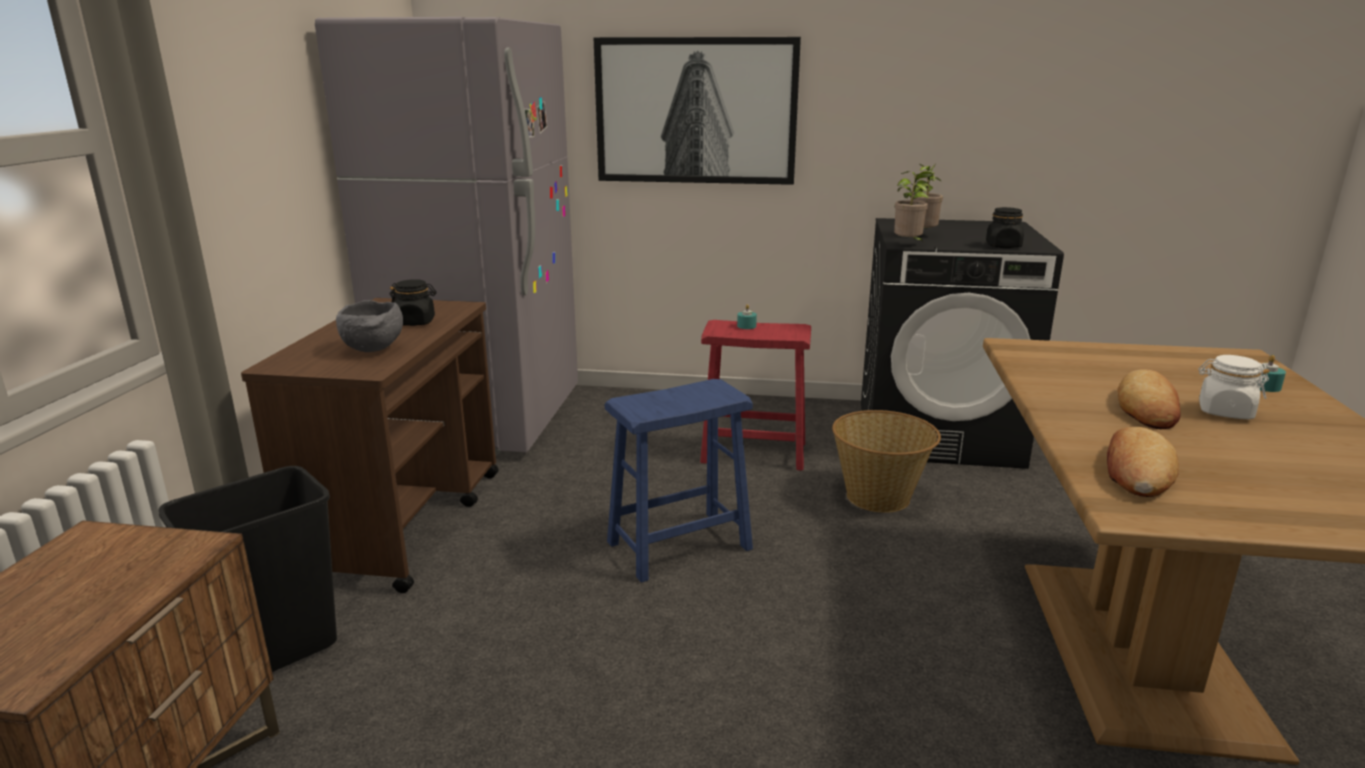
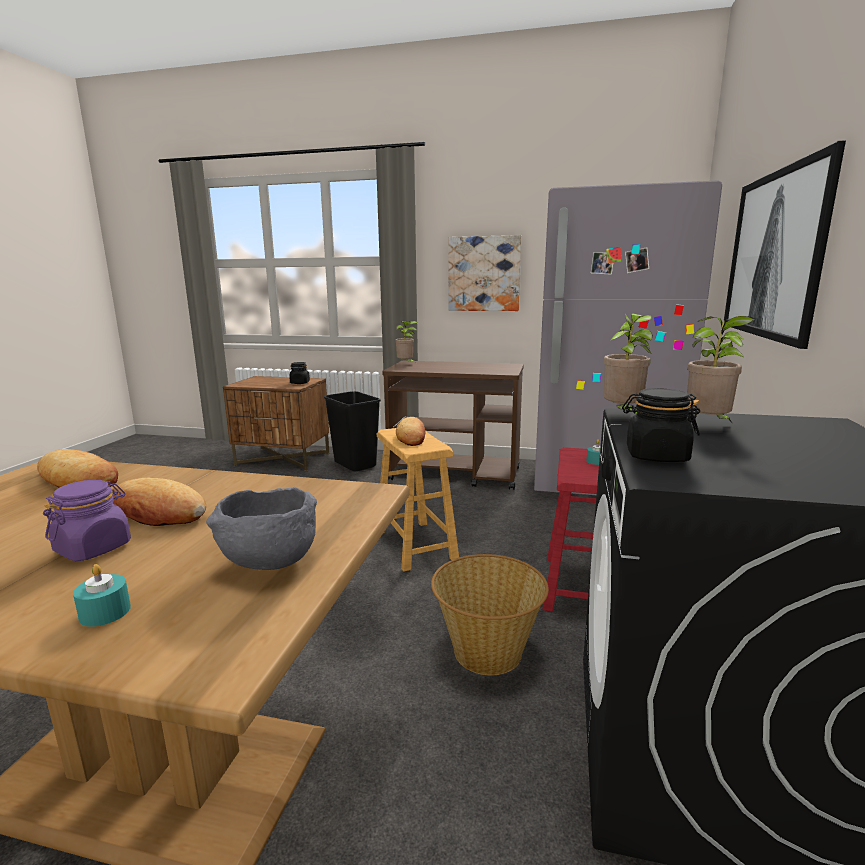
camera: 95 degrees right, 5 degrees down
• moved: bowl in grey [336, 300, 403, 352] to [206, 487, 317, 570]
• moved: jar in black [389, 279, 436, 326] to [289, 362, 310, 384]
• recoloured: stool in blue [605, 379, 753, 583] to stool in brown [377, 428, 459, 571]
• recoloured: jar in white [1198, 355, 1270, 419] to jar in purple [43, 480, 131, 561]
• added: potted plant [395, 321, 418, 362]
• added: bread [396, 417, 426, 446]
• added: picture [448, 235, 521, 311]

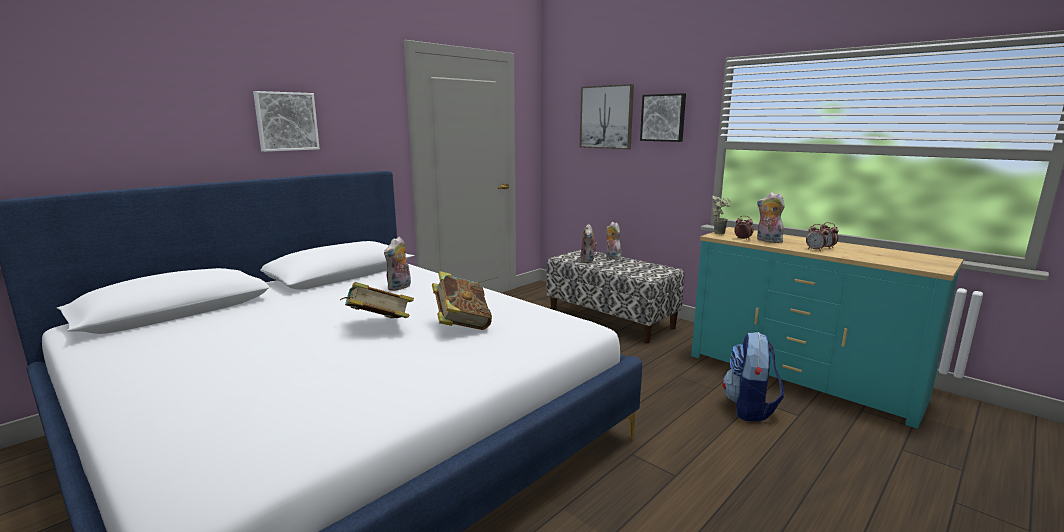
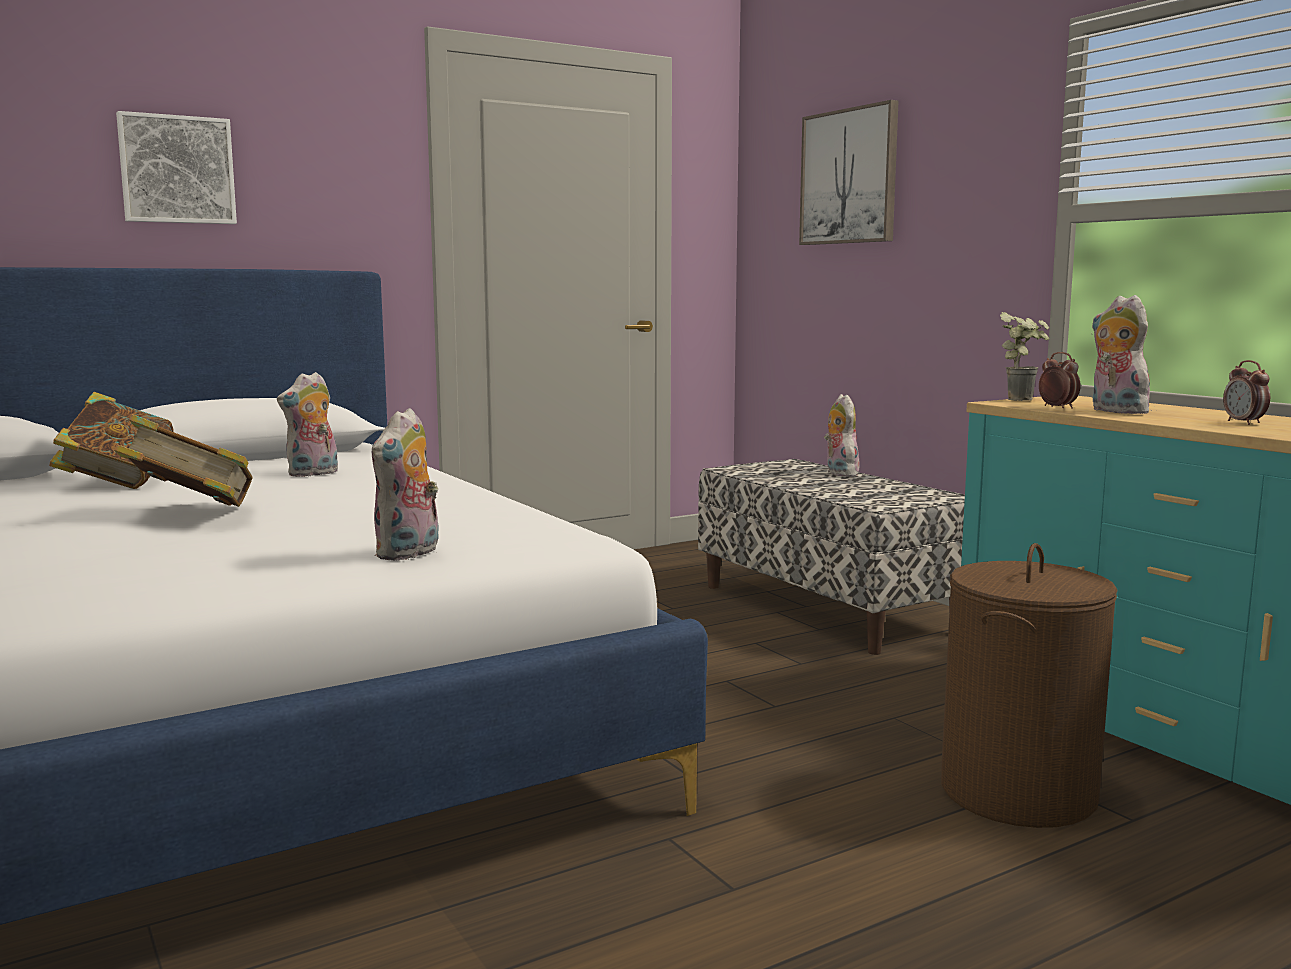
camera: 15 degrees right, 5 degrees down
• moved: book [432, 271, 492, 330] to [49, 392, 173, 489]
• moved: plush toy [580, 224, 597, 263] to [372, 408, 439, 561]
• removed: picture [640, 93, 686, 142]
• replaced: backpack [723, 332, 784, 421] to laundry basket in brown [941, 543, 1118, 828]
• removed: alarm clock [806, 224, 829, 251]

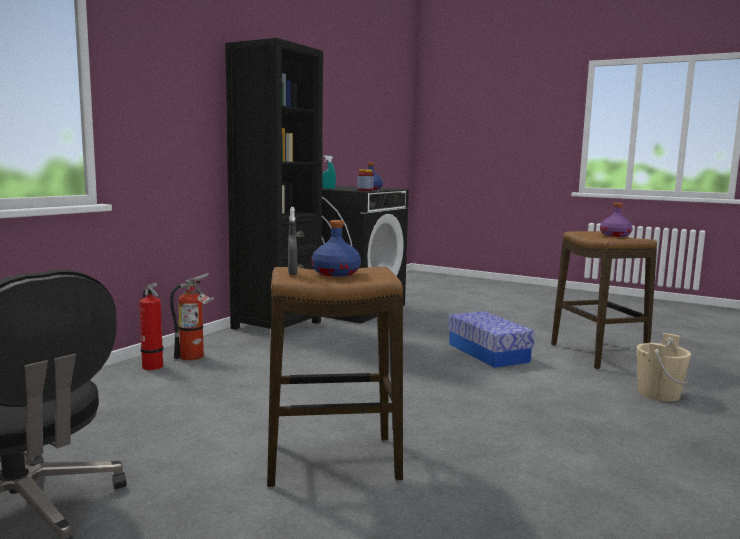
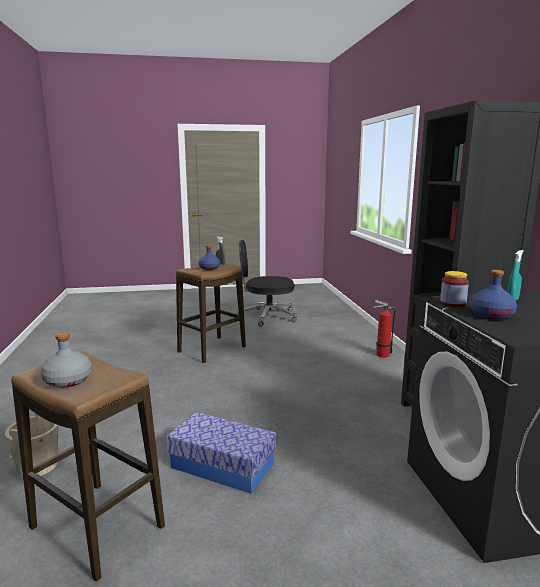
camera: 140 degrees right, 5 degrees up
• removed: fire extinguisher [170, 273, 214, 361]
• recoloured: bottle in purple [600, 203, 633, 237] to bottle in grey [41, 332, 92, 388]

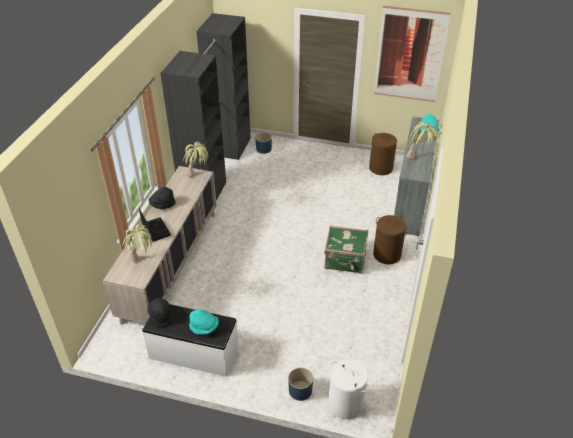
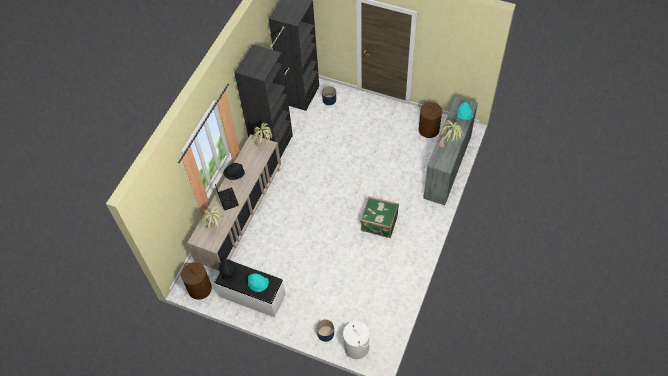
camera: 10 degrees right, 15 degrees up
• moved: laundry basket in brown [373, 215, 408, 264] to [181, 262, 212, 300]
• removed: picture [374, 6, 451, 102]

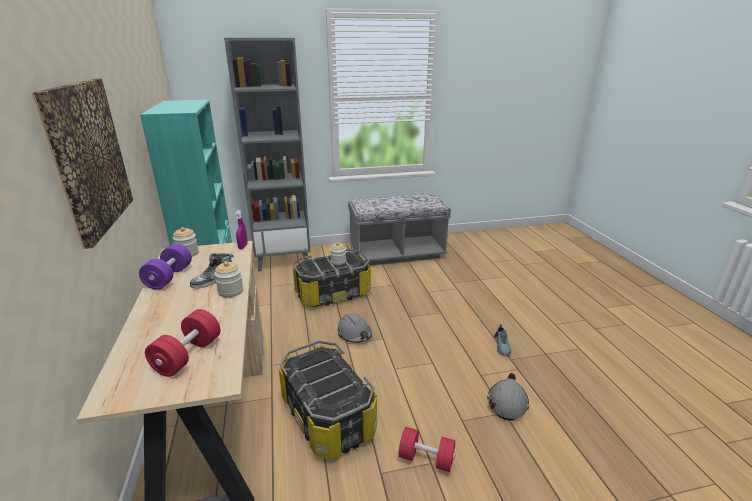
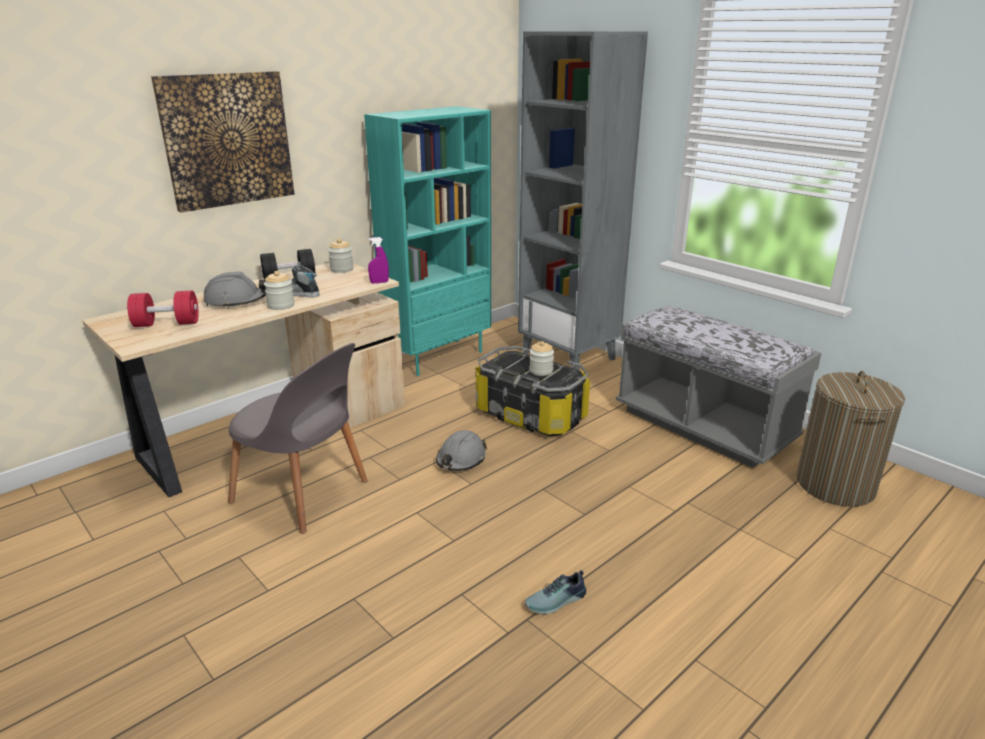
camera: 60 degrees right, 0 degrees up
• recoloured: dumbbell in purple [139, 243, 192, 290] to dumbbell in black [260, 249, 315, 281]
• replaced: storage box [279, 340, 377, 459] to chair in grey [228, 343, 368, 534]
• removed: dumbbell in red [399, 427, 455, 472]
• moved: hard hat in grey [487, 373, 529, 421] to [203, 272, 266, 308]
• added: laundry basket [796, 371, 905, 507]

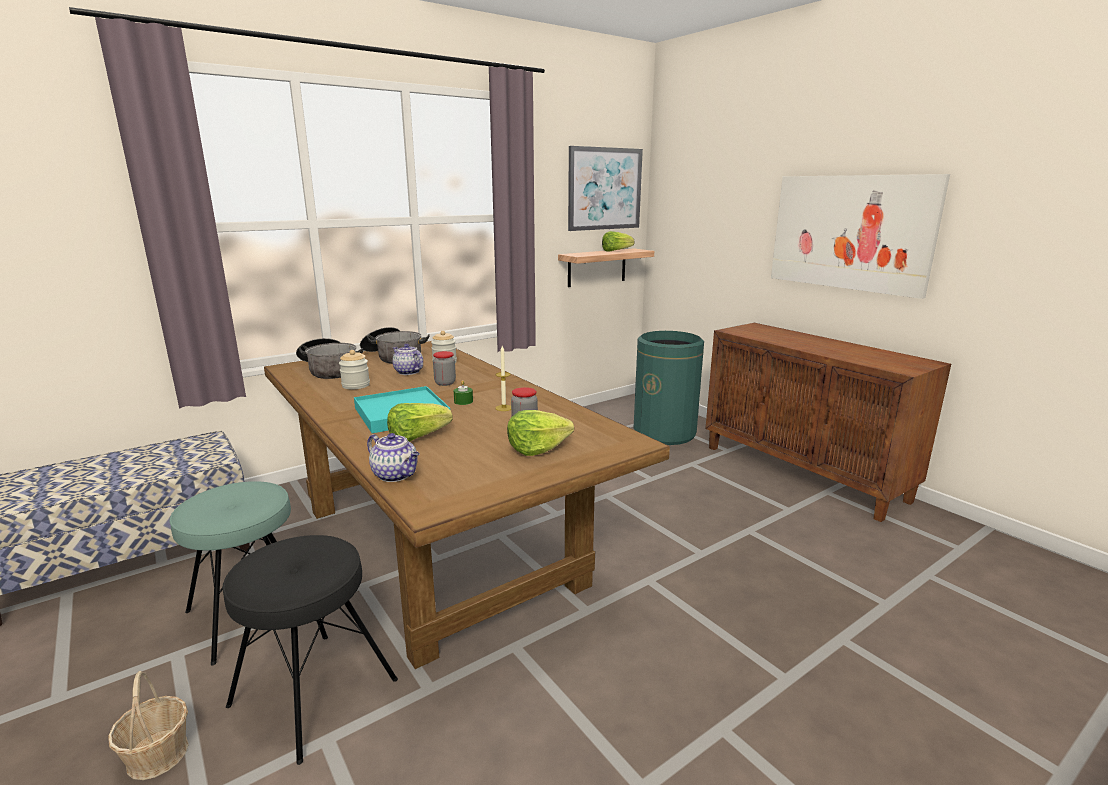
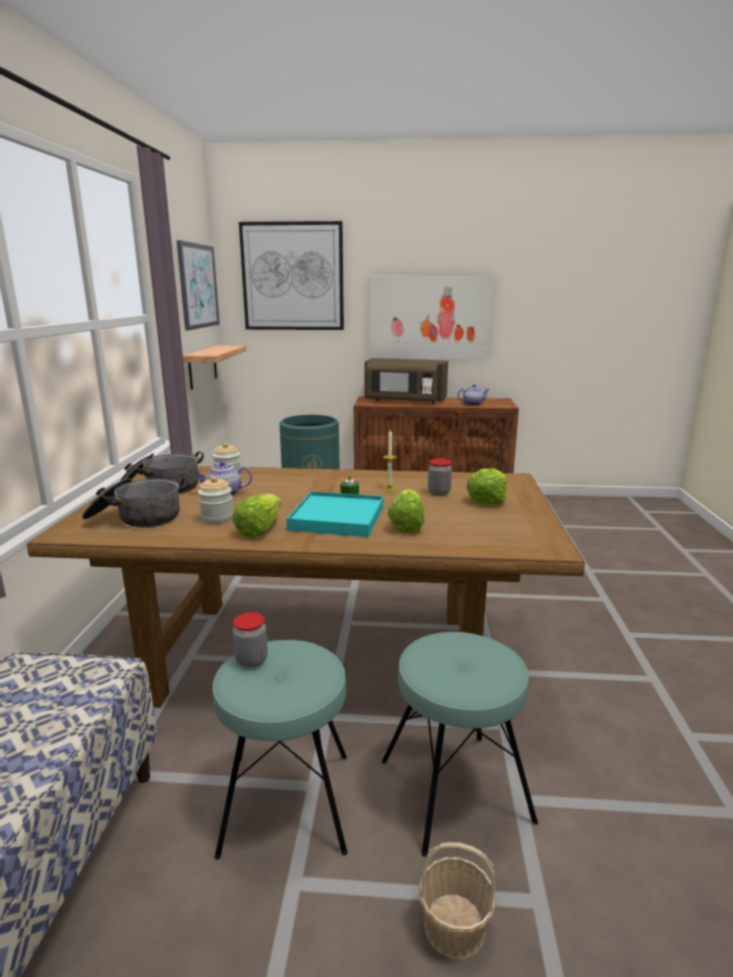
camera: 50 degrees left, 0 degrees up
• recoloured: stool in black [222, 535, 398, 765] to stool in turquoise [382, 632, 538, 857]
• moved: teapot [367, 433, 420, 482] to [457, 384, 489, 406]
• moved: jar [433, 351, 456, 386] to [233, 612, 268, 668]
• moved: lettuce [602, 231, 635, 252] to [232, 494, 282, 538]
• added: picture [239, 221, 344, 330]
• added: microwave in brown [364, 358, 448, 404]

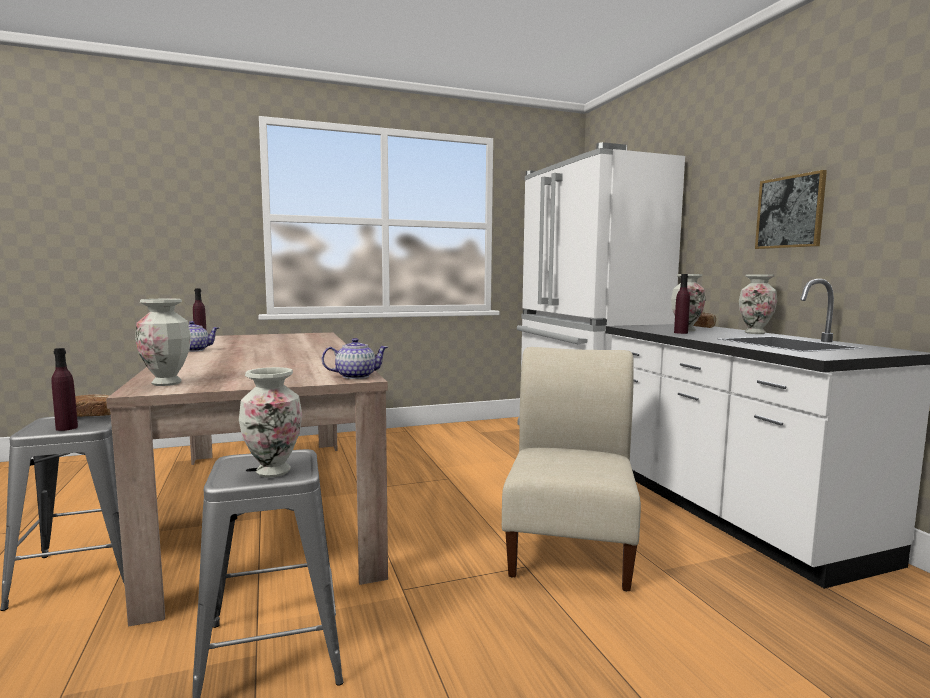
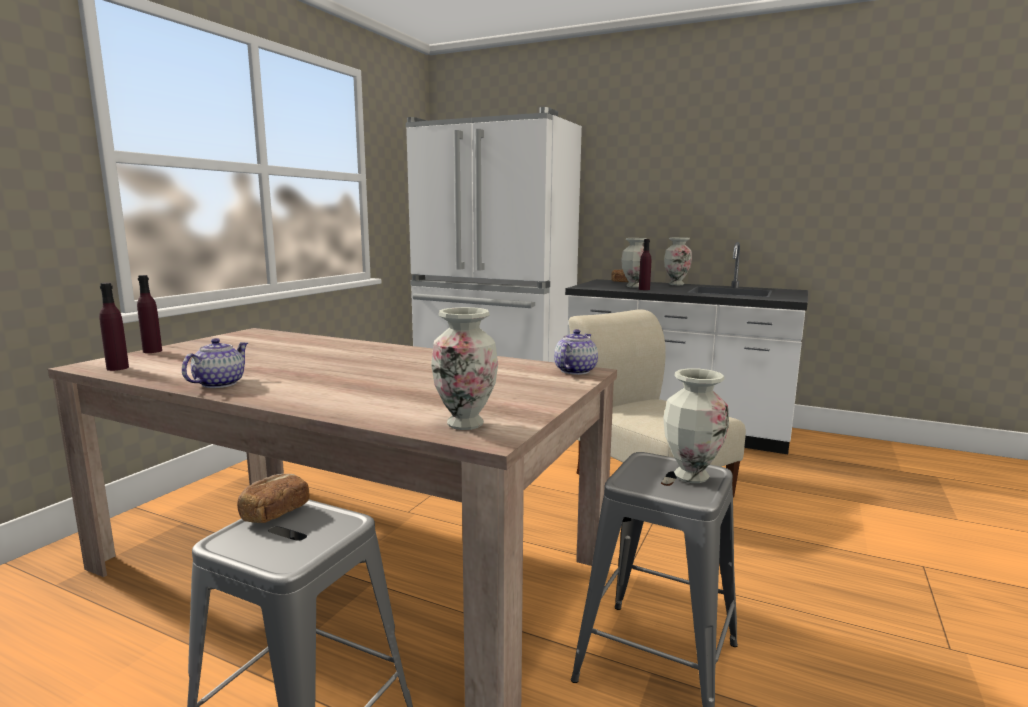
camera: 45 degrees left, 5 degrees up
• moved: bottle in purple [51, 348, 78, 431] to [137, 275, 162, 353]
• removed: picture [755, 170, 827, 249]

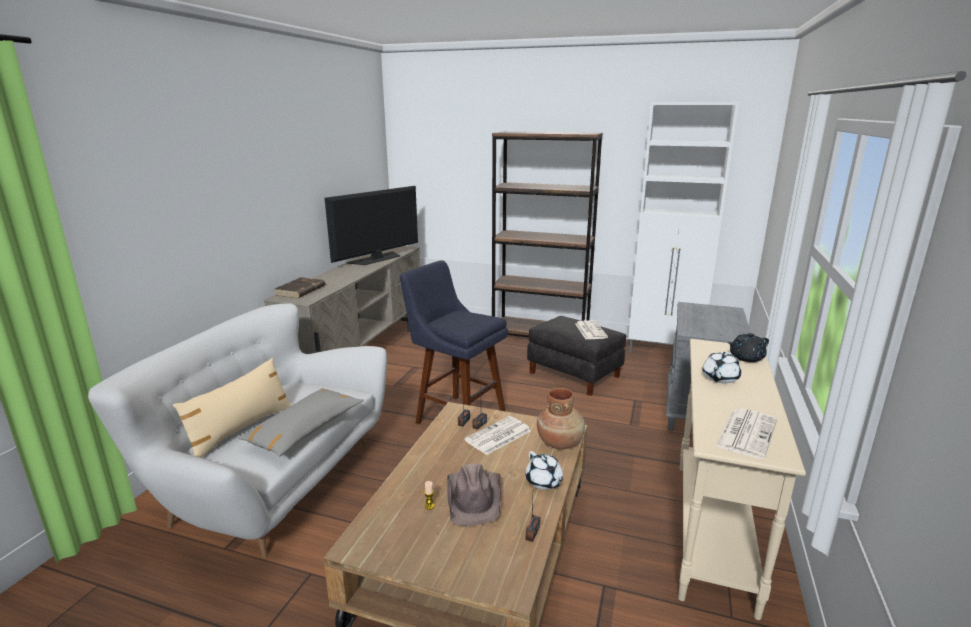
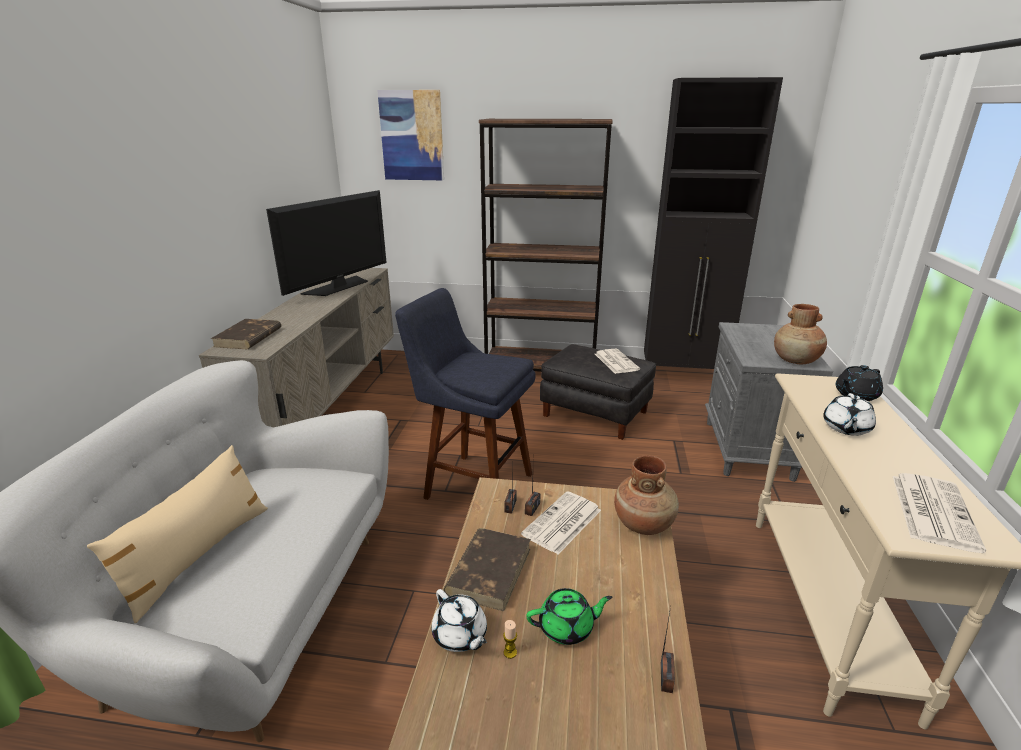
camera: 10 degrees left, 5 degrees up
• removed: pillow in grey [238, 388, 364, 456]
• replaced: hat in brown [447, 464, 501, 526] to teapot in green [526, 588, 612, 645]
• moved: teapot in white [525, 451, 563, 490] to [432, 589, 487, 652]
• recoloured: cabinet in white [628, 102, 739, 353] to cabinet in black [644, 77, 783, 369]
• added: picture [377, 90, 444, 180]
• added: book in brown [444, 528, 531, 612]
• added: vase in brown [774, 304, 827, 364]

